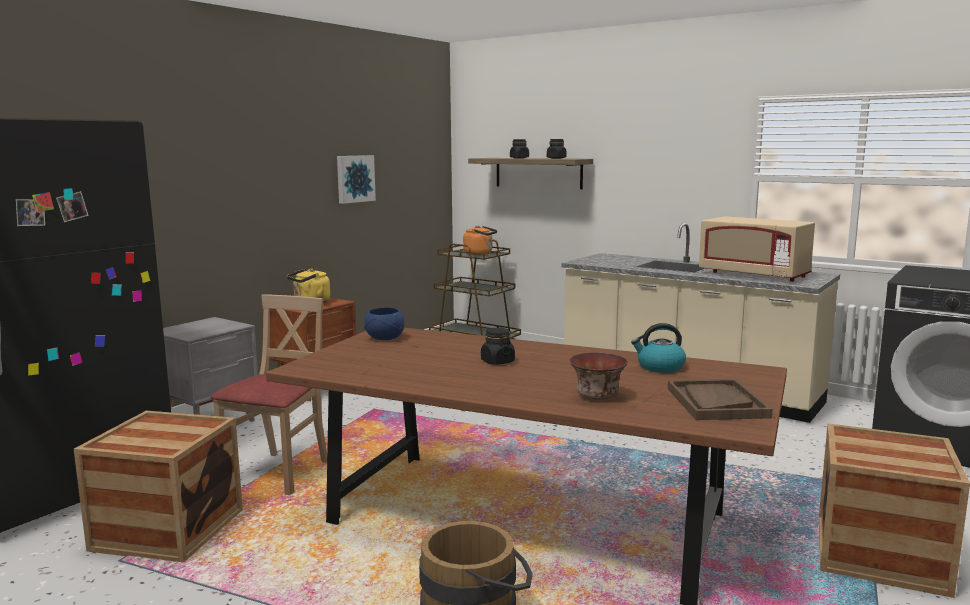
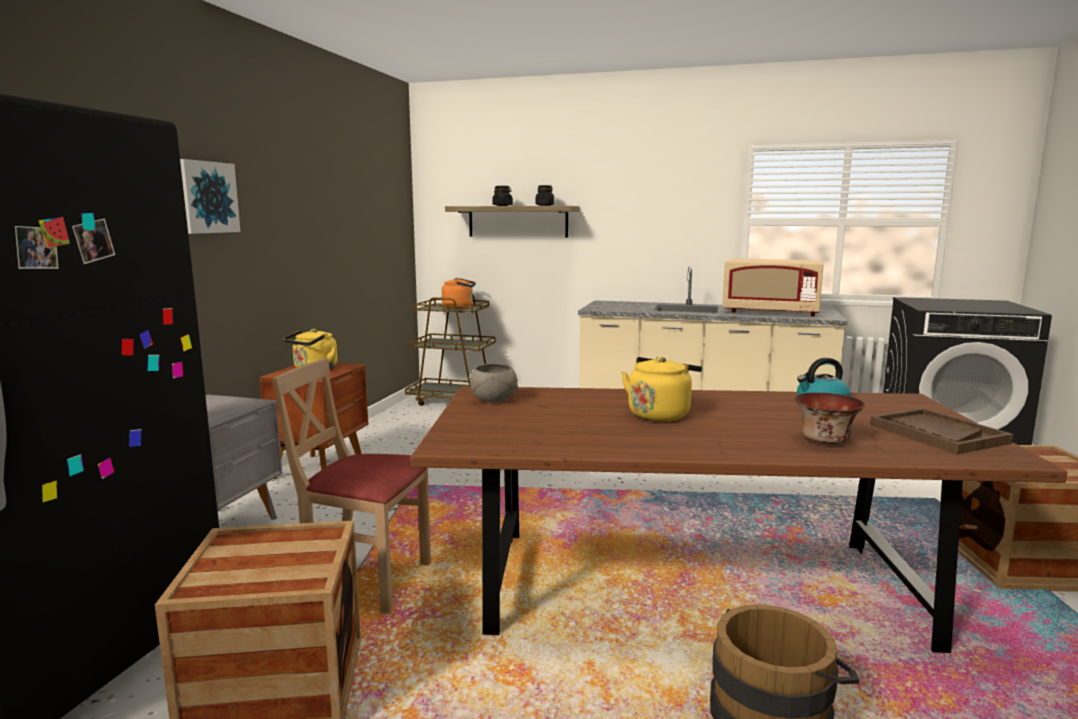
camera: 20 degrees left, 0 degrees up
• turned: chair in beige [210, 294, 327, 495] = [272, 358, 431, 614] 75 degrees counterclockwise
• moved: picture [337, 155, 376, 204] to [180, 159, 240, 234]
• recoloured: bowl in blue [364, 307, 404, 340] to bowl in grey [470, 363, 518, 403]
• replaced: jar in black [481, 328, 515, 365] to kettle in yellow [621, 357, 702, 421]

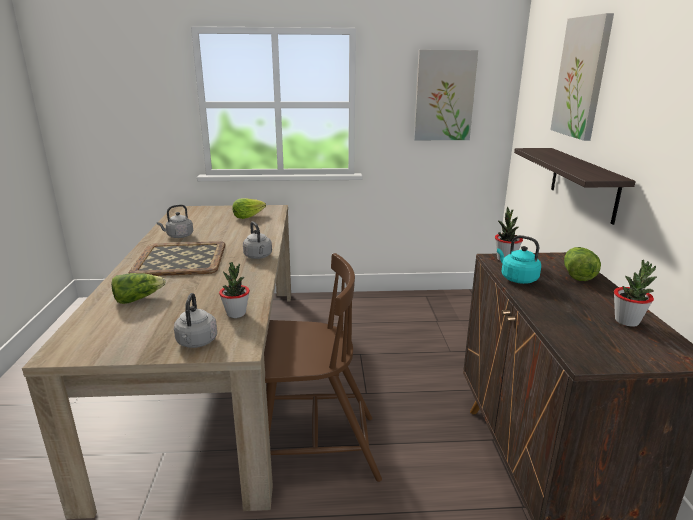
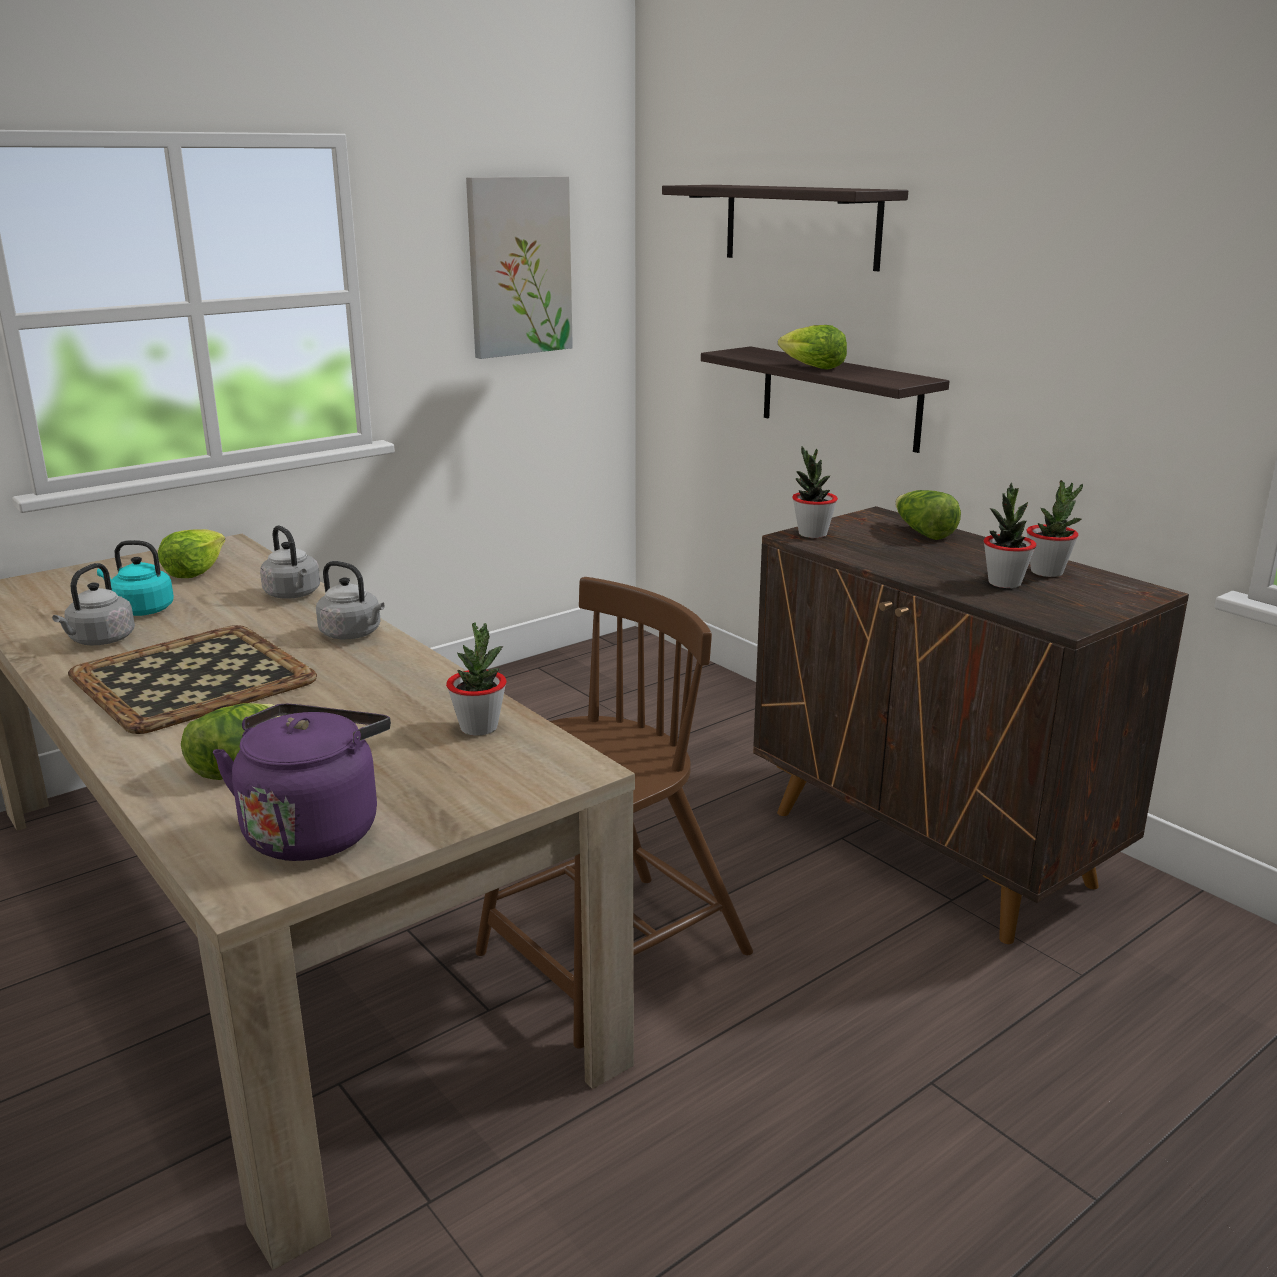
camera: 35 degrees left, 0 degrees up
• moved: kettle in grey [174, 293, 217, 348] to [260, 525, 320, 599]
• moved: kettle in turquoise [497, 235, 541, 284] to [97, 540, 174, 616]
• replaced: picture [550, 13, 614, 141] to shelf [662, 185, 908, 271]
• added: kettle in purple [213, 704, 391, 861]
• added: lettuce [778, 325, 847, 370]
• added: potted plant [984, 483, 1036, 588]

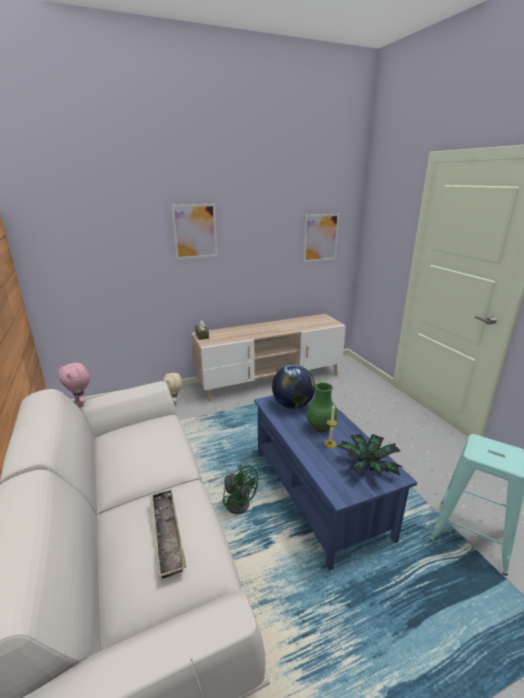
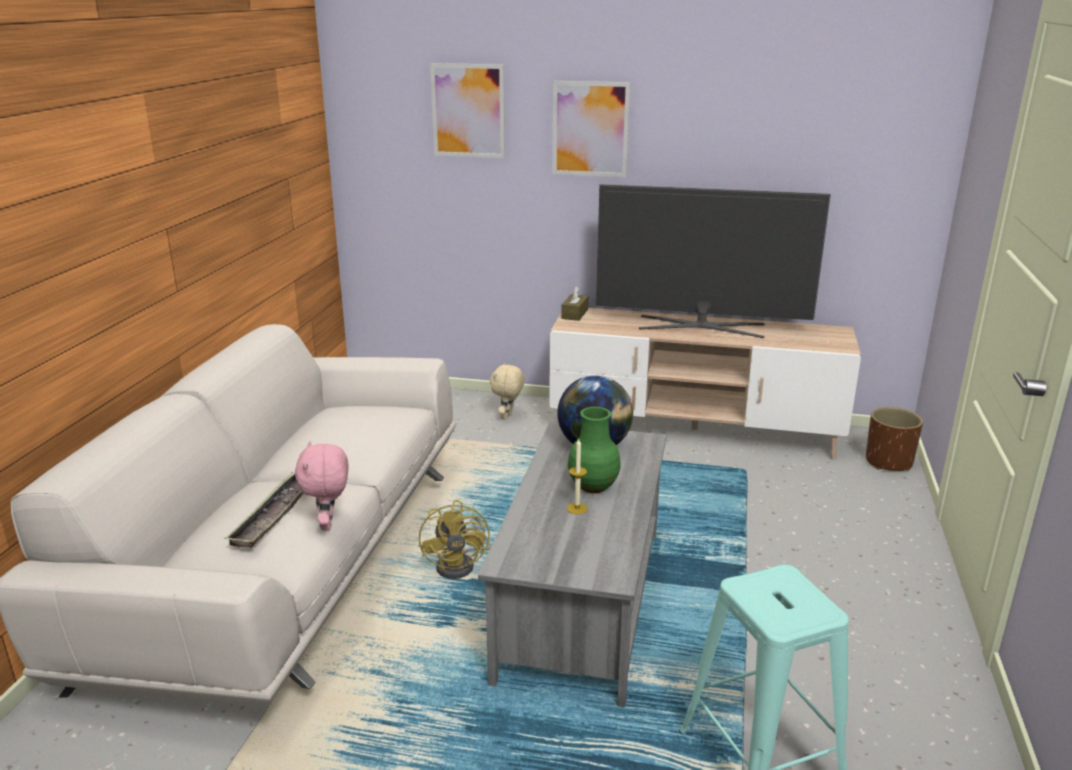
camera: 35 degrees right, 0 degrees up
• moved: plush toy in pink [58, 363, 90, 407] to [295, 441, 348, 531]
• recoloured: fan in green [222, 464, 258, 514] to fan in yellow [419, 500, 491, 579]
• recoloured: coffee table in blue [254, 389, 417, 570] to coffee table in grey [478, 423, 666, 707]
• moved: picture [303, 214, 339, 262] to [430, 63, 505, 158]
• removed: potted plant [337, 434, 403, 476]
• added: television [596, 184, 831, 338]
• added: planter in brown [866, 407, 923, 471]

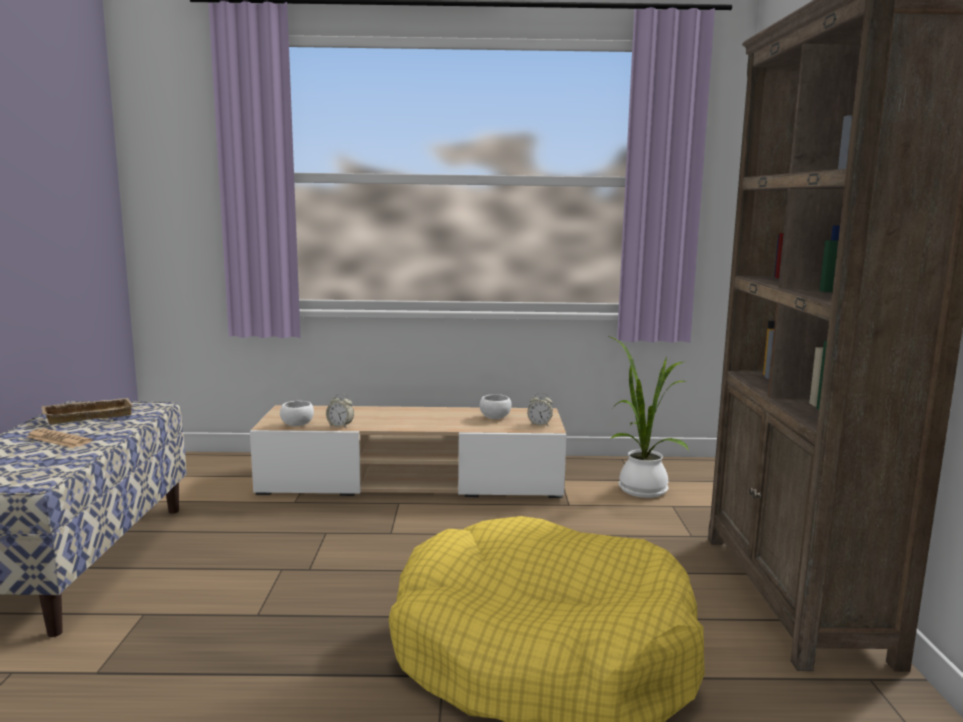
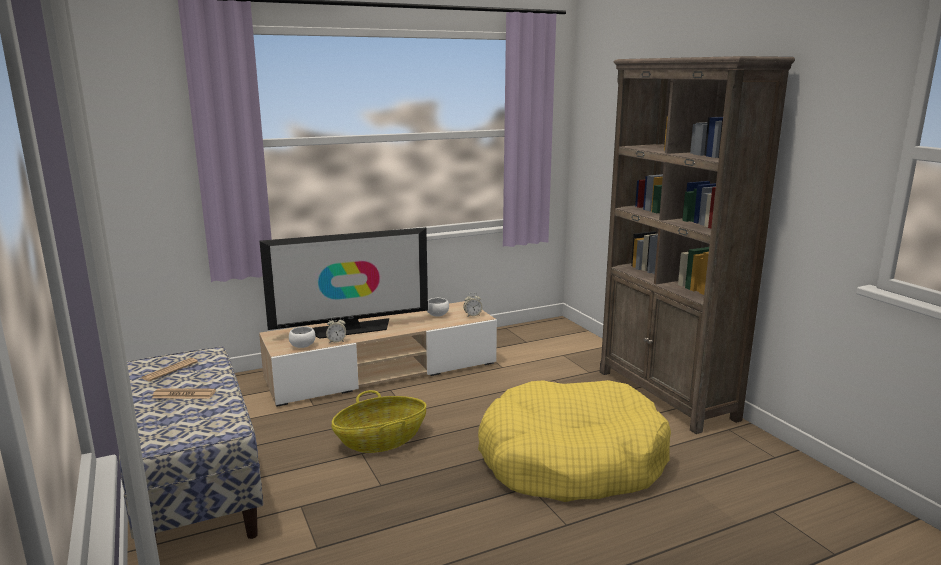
camera: 25 degrees left, 5 degrees up
• replaced: tray in beige [41, 398, 134, 424] to newspaper [142, 358, 198, 381]
• removed: potted plant [609, 336, 689, 498]
• added: television [259, 227, 428, 339]
• added: basket [332, 390, 426, 453]

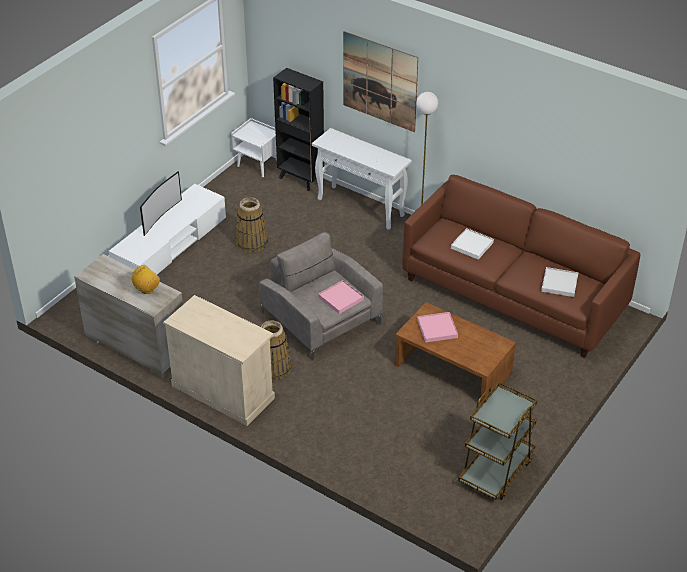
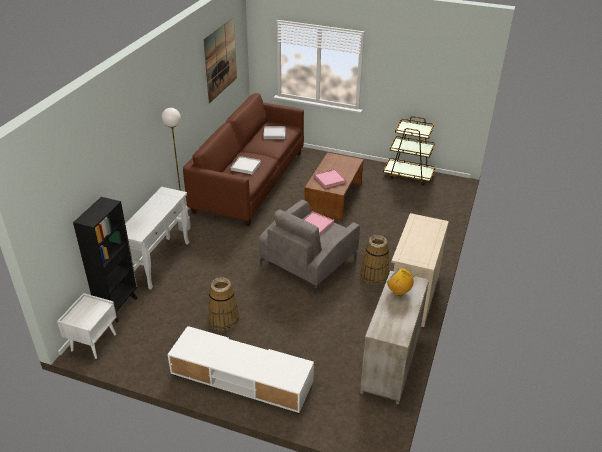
camera: 105 degrees left, 5 degrees down
• removed: television [140, 171, 182, 236]
• moved: picture [343, 31, 418, 132] to [203, 17, 237, 104]

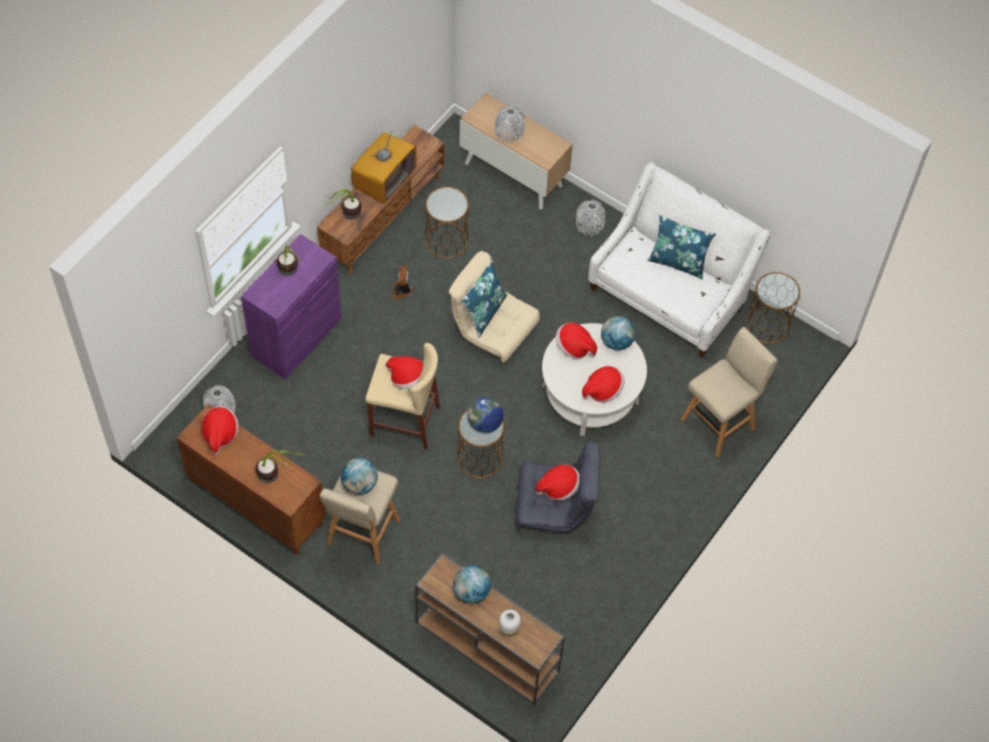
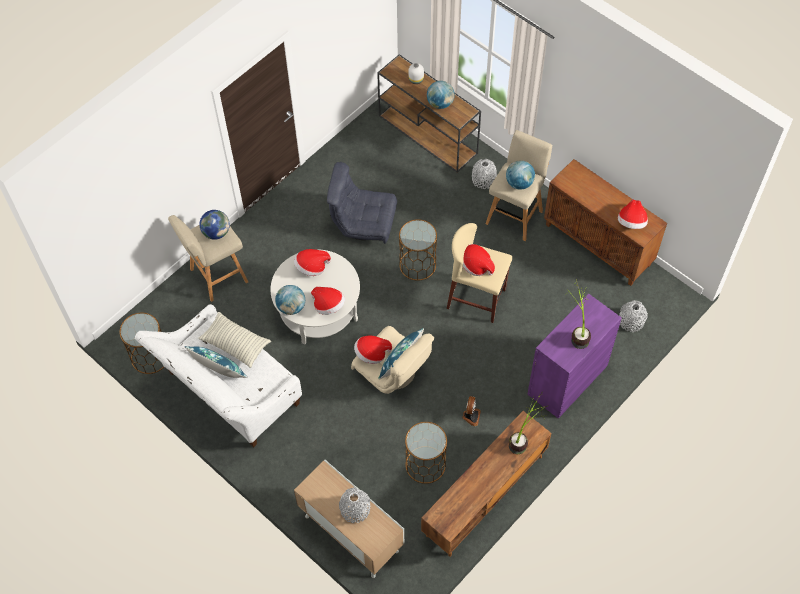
camera: 170 degrees left, 0 degrees up
• removed: potted plant [256, 450, 305, 483]
• removed: television [351, 131, 416, 204]
• moved: globe [468, 397, 504, 433] to [199, 210, 230, 240]
• moved: hat [536, 464, 580, 501] to [354, 336, 392, 364]
• moved: vase in grey [576, 199, 606, 236] to [472, 159, 497, 189]
• added: pillow [198, 312, 271, 368]

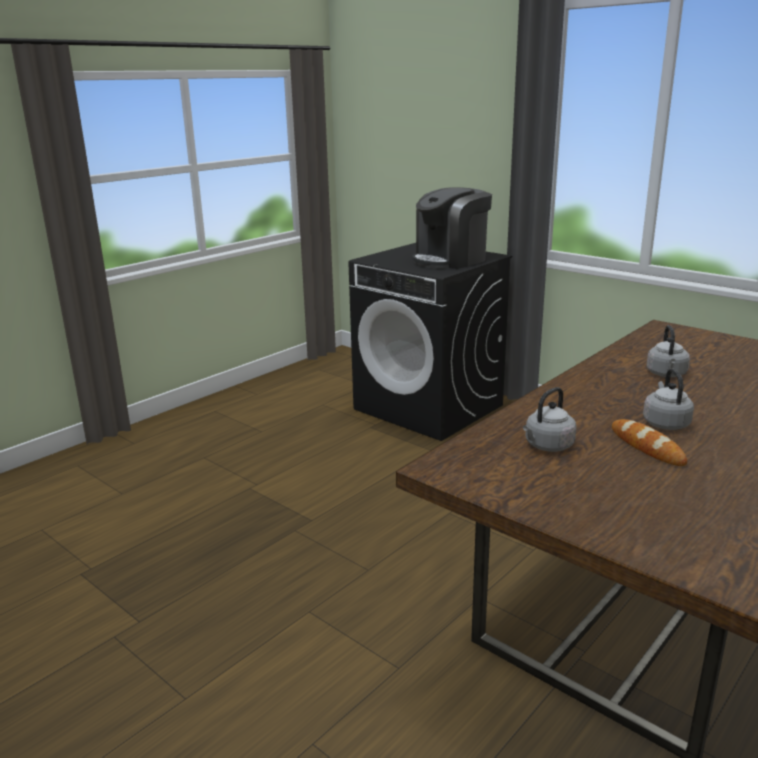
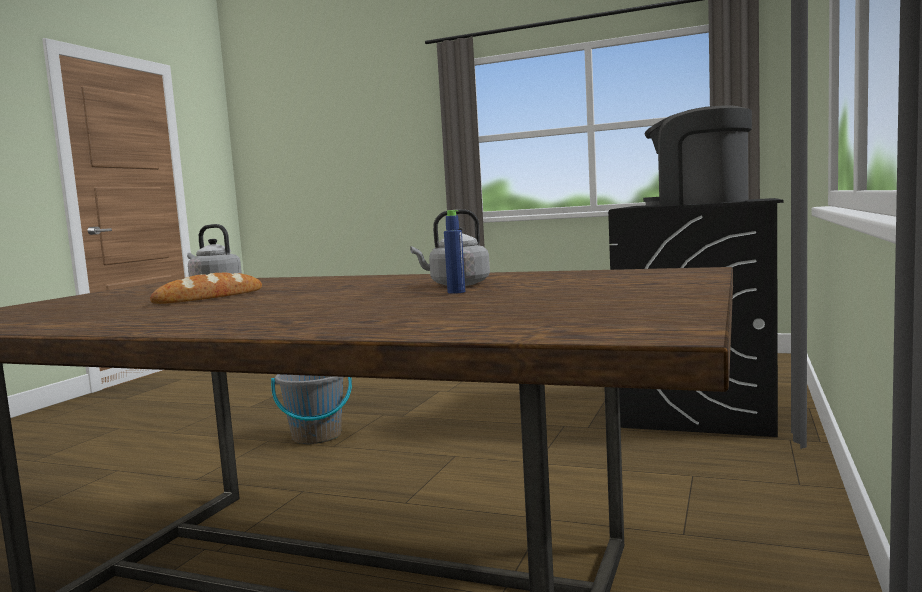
camera: 70 degrees right, 15 degrees down
• removed: kettle in grey [643, 369, 694, 430]
• added: bucket in grey [271, 374, 352, 444]
• added: bottle in blue [444, 210, 465, 294]

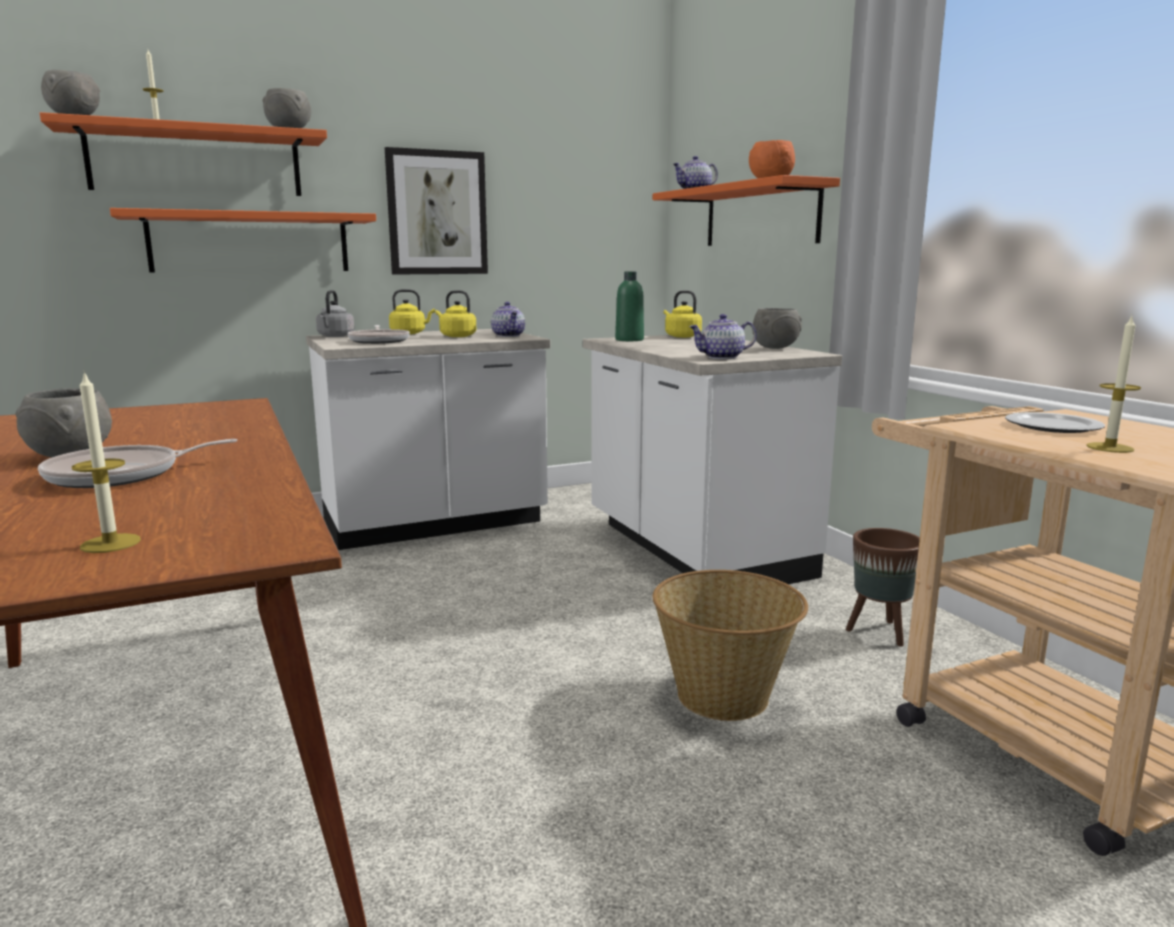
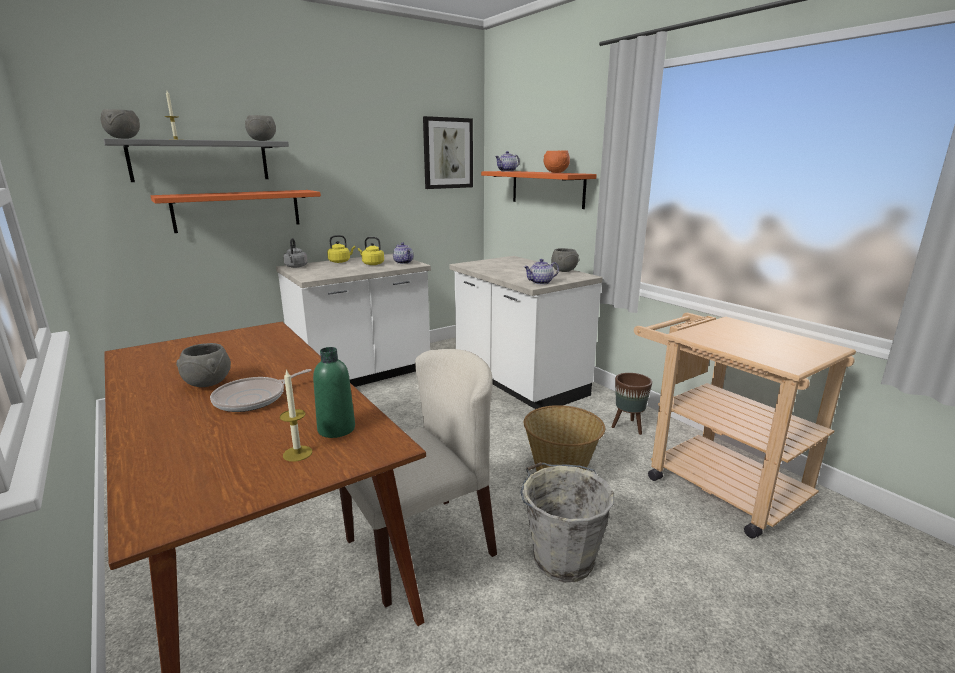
camera: 10 degrees left, 5 degrees up
• recoloured: shelf in orange [40, 112, 327, 196] to shelf in grey [104, 138, 289, 182]
• removed: frying pan [347, 325, 410, 344]
• moved: picture [385, 147, 488, 275] to [423, 116, 473, 189]
• moved: bottle in green [615, 272, 644, 341] to [313, 347, 355, 438]
• removed: kettle in yellow [664, 290, 702, 338]
• removed: plate [1005, 412, 1105, 433]
• removed: candle [1086, 316, 1141, 453]
• added: chair in beige [339, 349, 497, 608]
• added: bucket in grey [520, 462, 614, 582]

